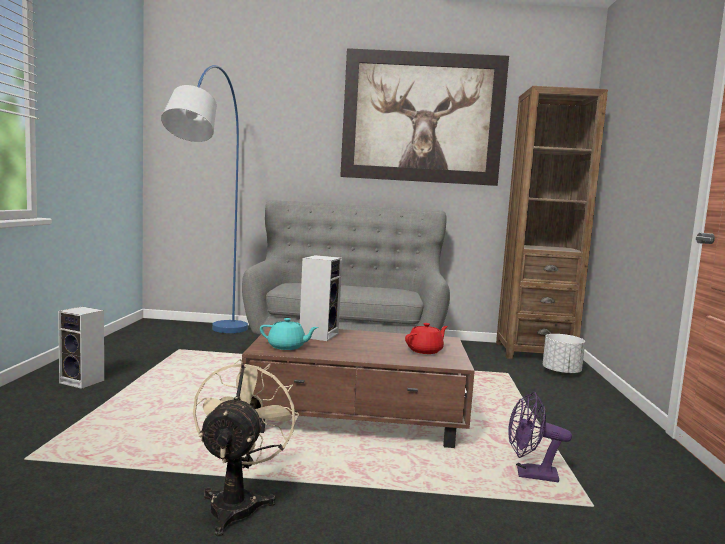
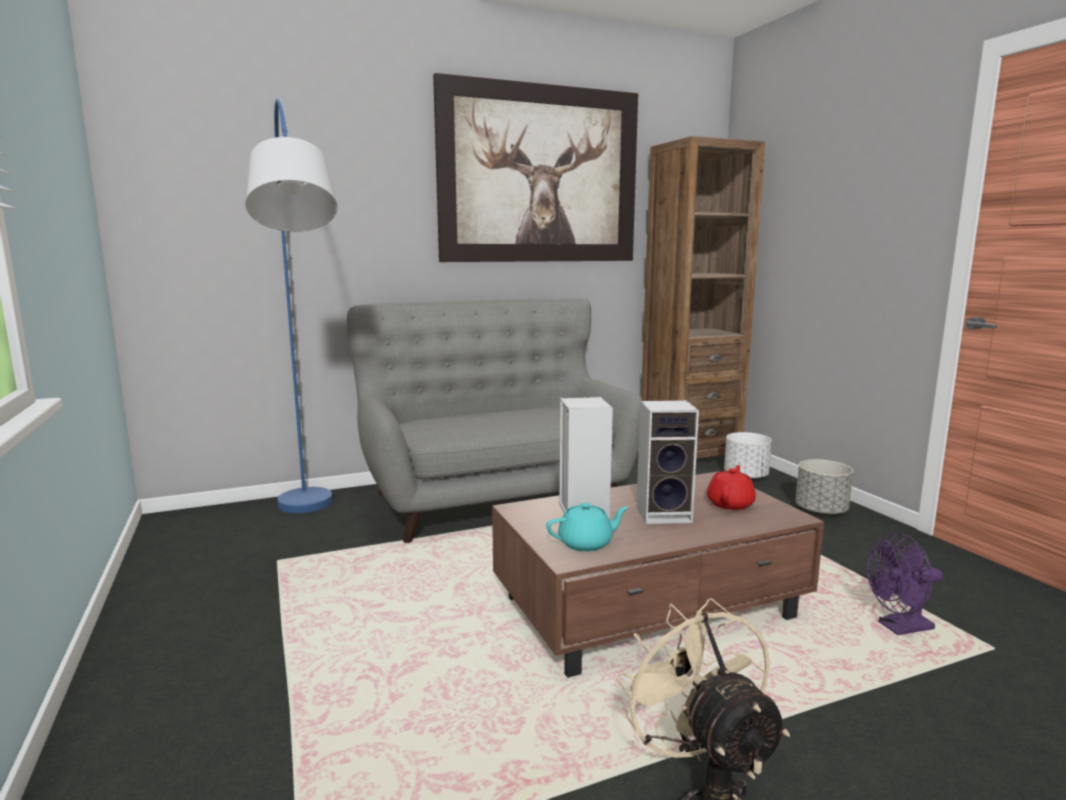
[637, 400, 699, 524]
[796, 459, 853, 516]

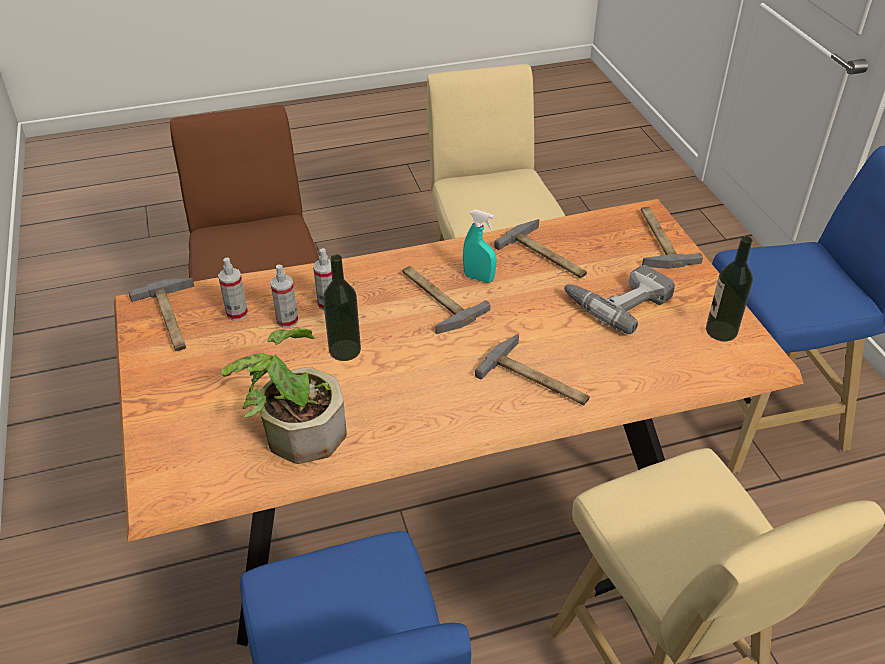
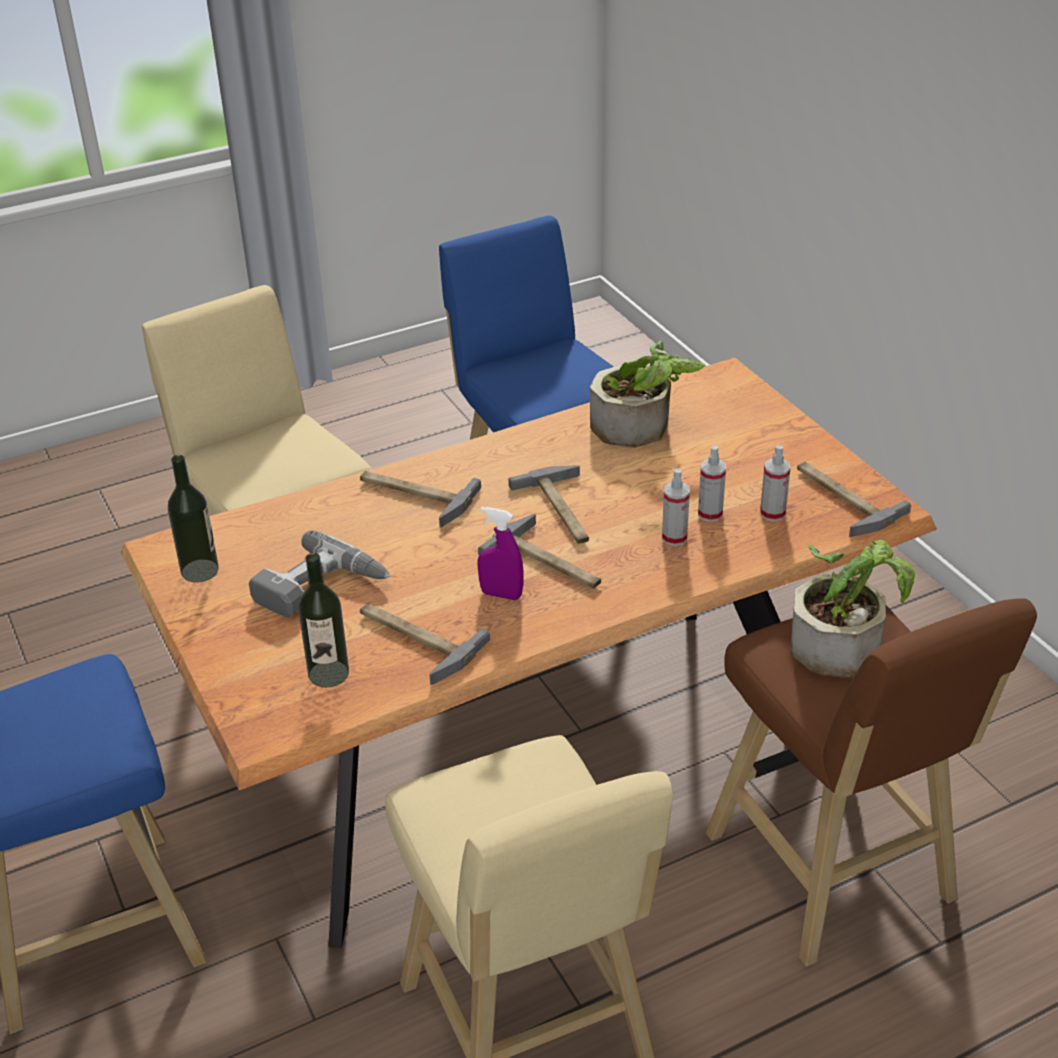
[298, 553, 349, 688]
[477, 507, 524, 600]
[508, 465, 589, 544]
[791, 540, 915, 678]

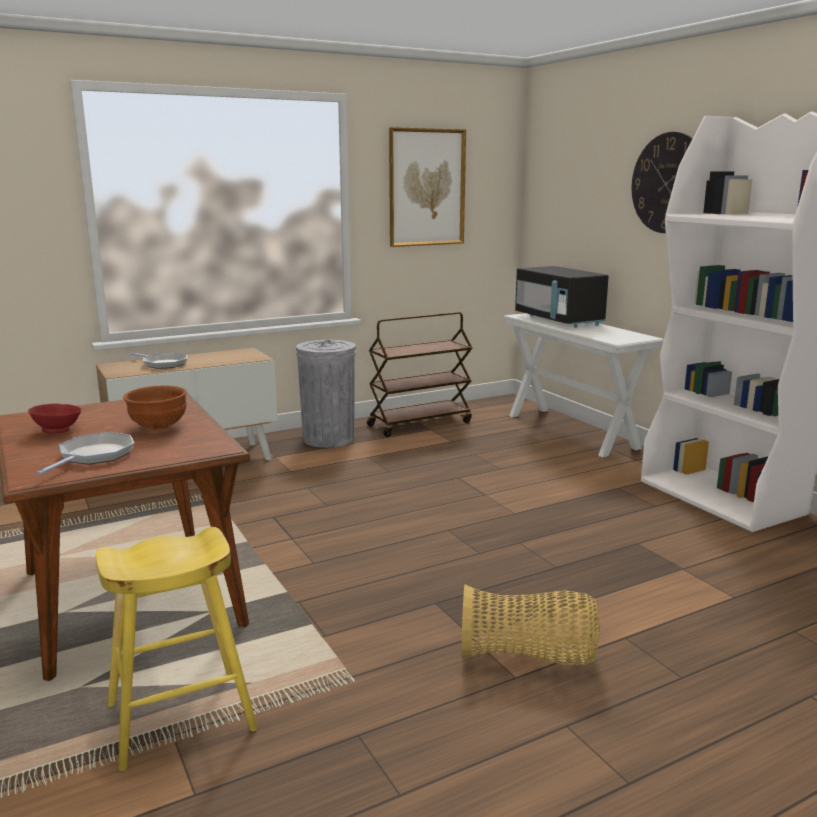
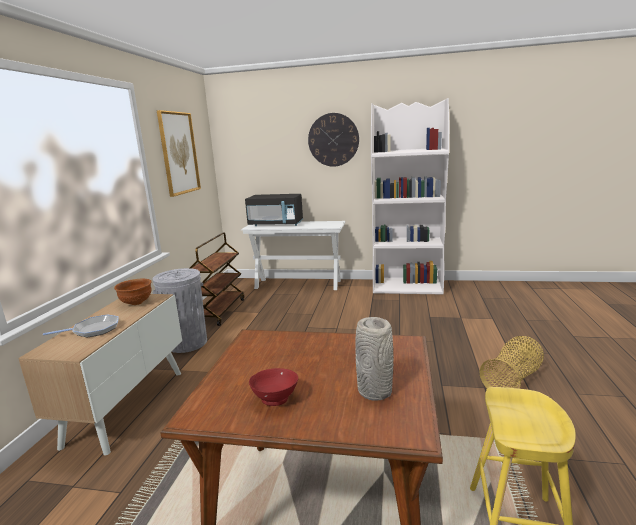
[114, 278, 152, 305]
[355, 317, 393, 401]

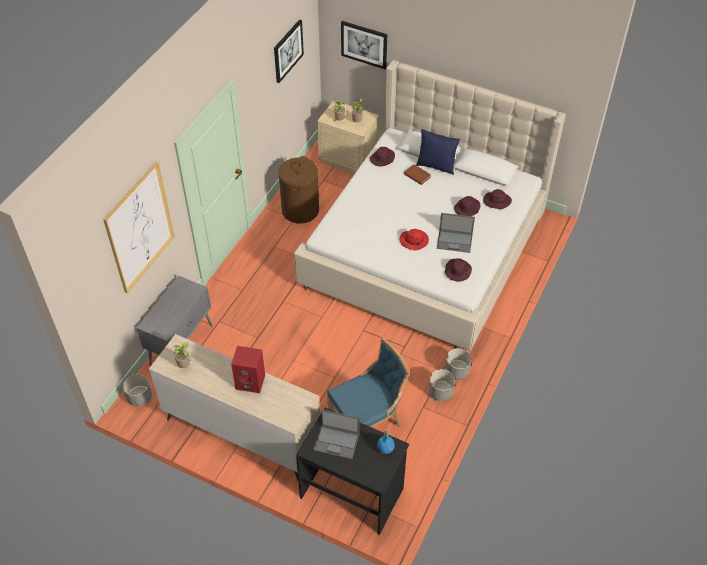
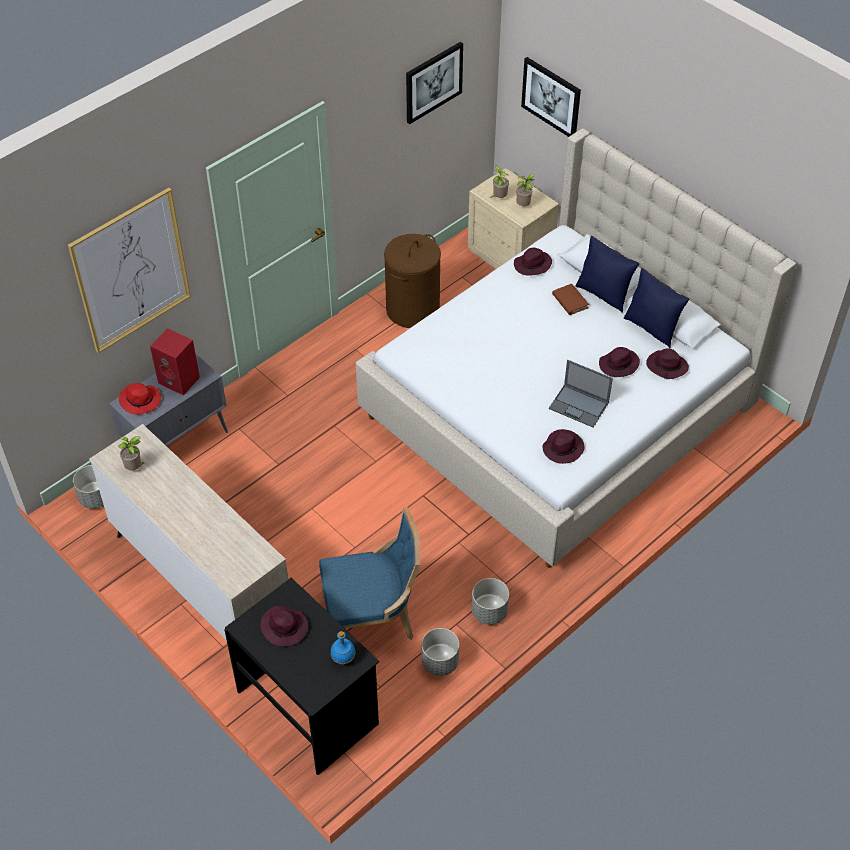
[119, 383, 161, 415]
[150, 328, 200, 395]
[260, 606, 308, 646]
[422, 628, 459, 676]
[624, 268, 690, 348]

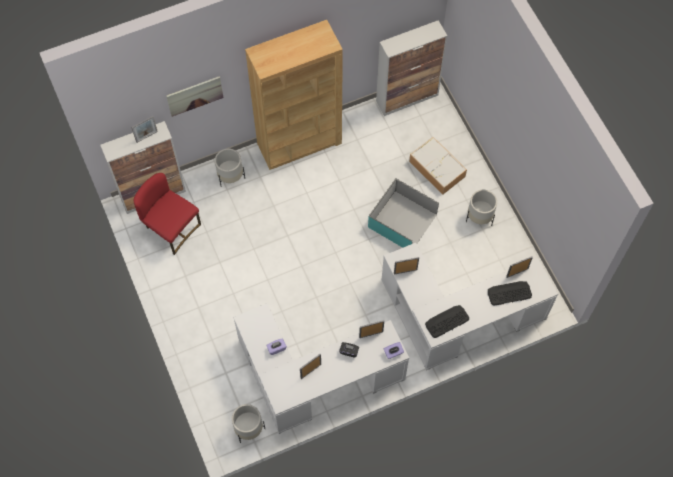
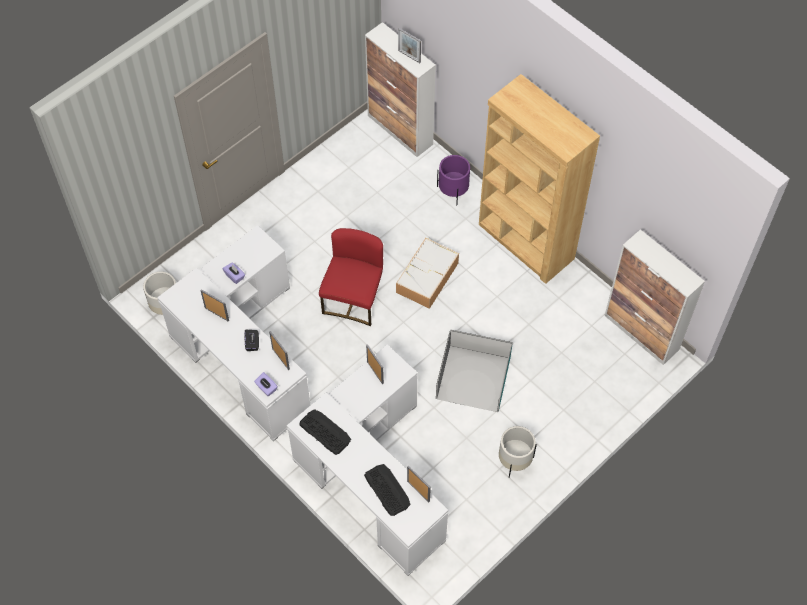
[319, 228, 383, 326]
[396, 238, 459, 309]
[437, 155, 470, 206]
[166, 76, 223, 117] (first image)

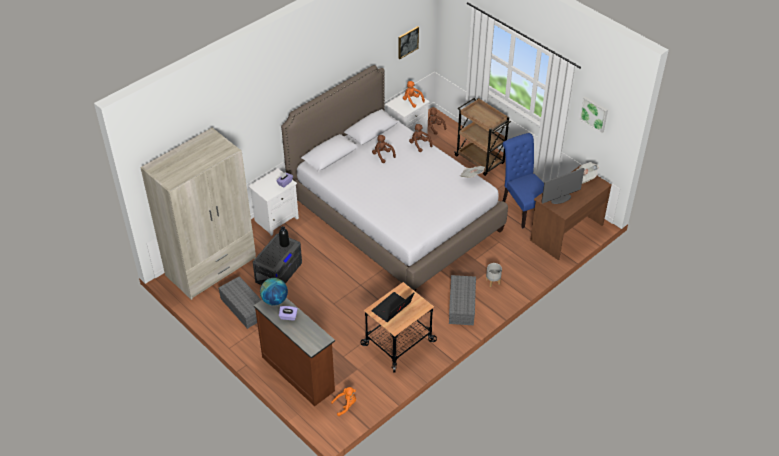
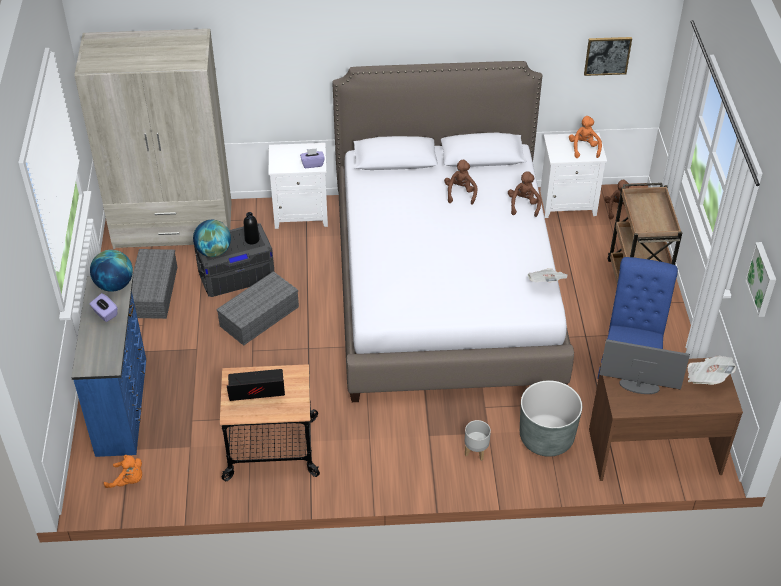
[71, 274, 146, 457]
[193, 220, 231, 257]
[216, 271, 299, 346]
[520, 380, 582, 457]

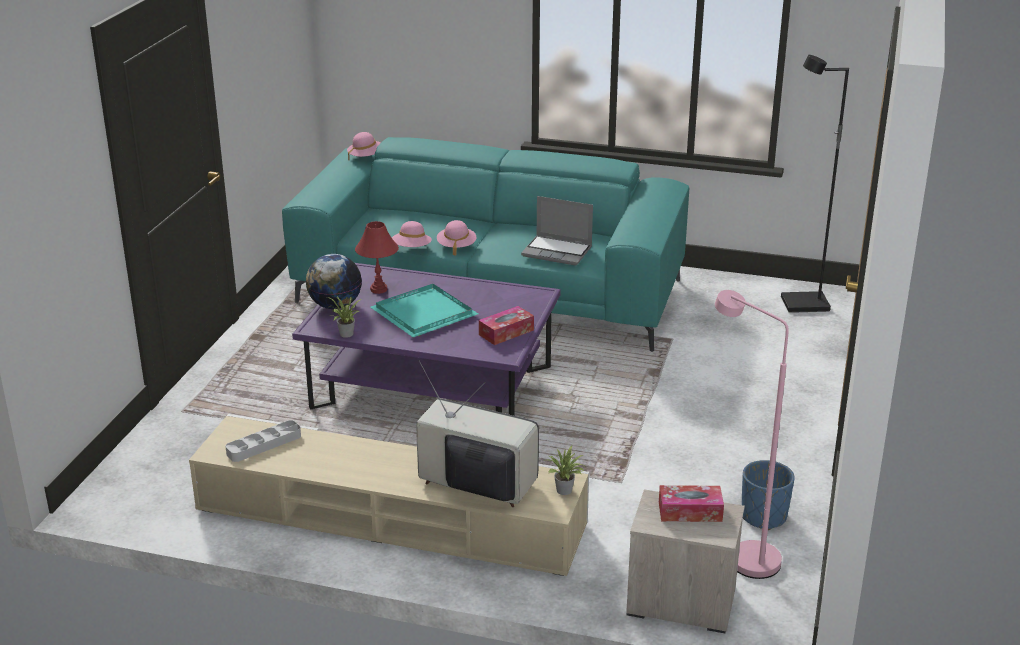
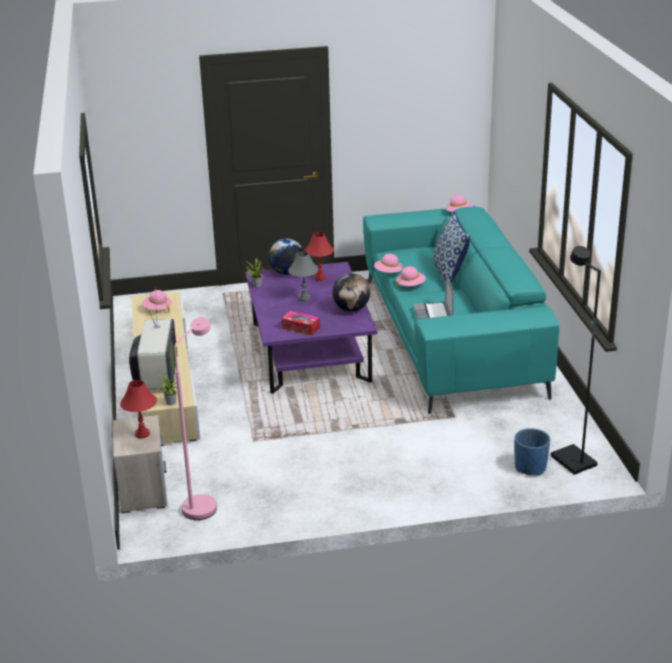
[120, 380, 157, 438]
[142, 290, 172, 313]
[288, 251, 318, 301]
[332, 273, 370, 312]
[433, 211, 470, 285]
[515, 428, 550, 476]

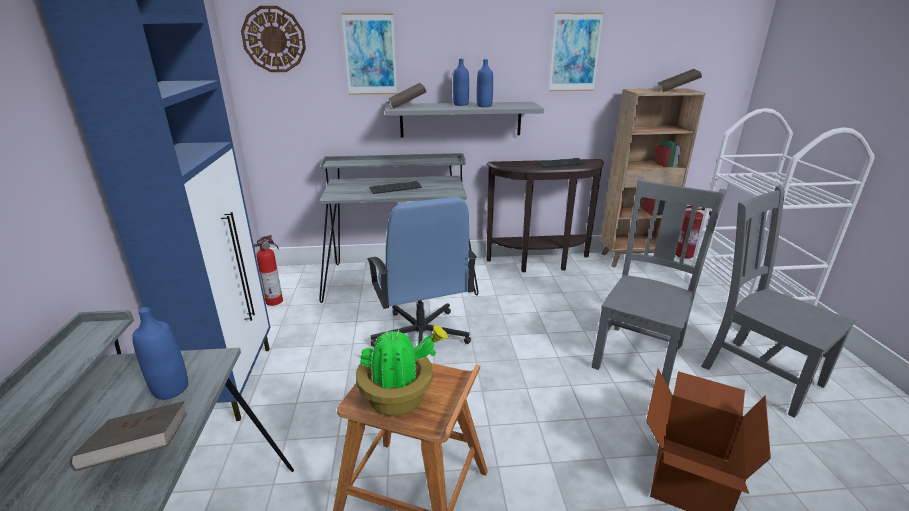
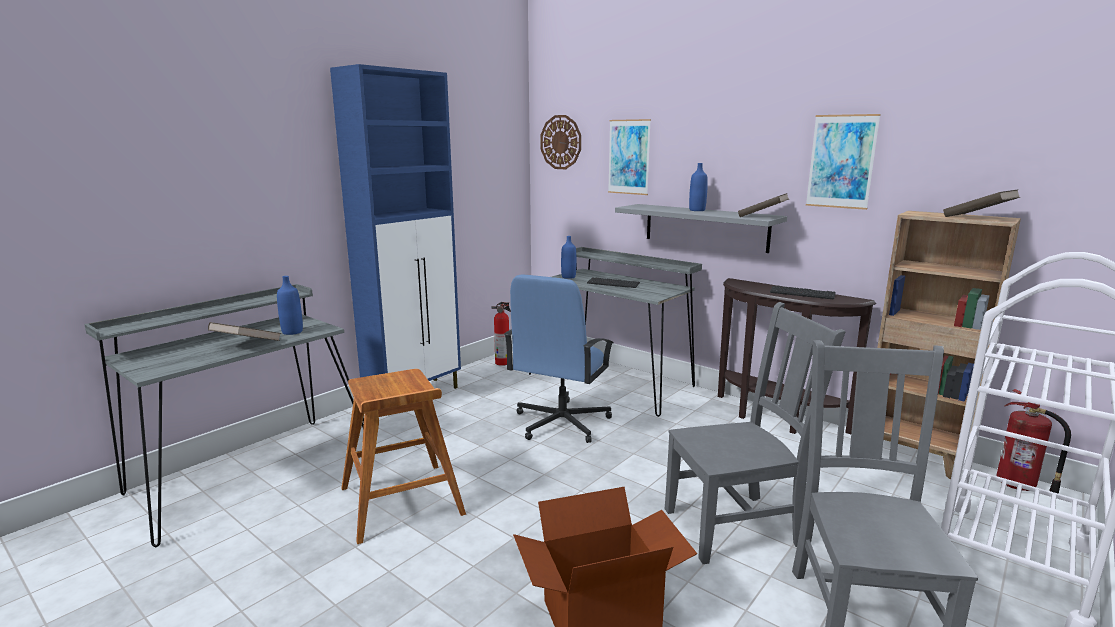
[561, 236, 576, 279]
[738, 193, 789, 217]
[356, 325, 449, 416] (first image)

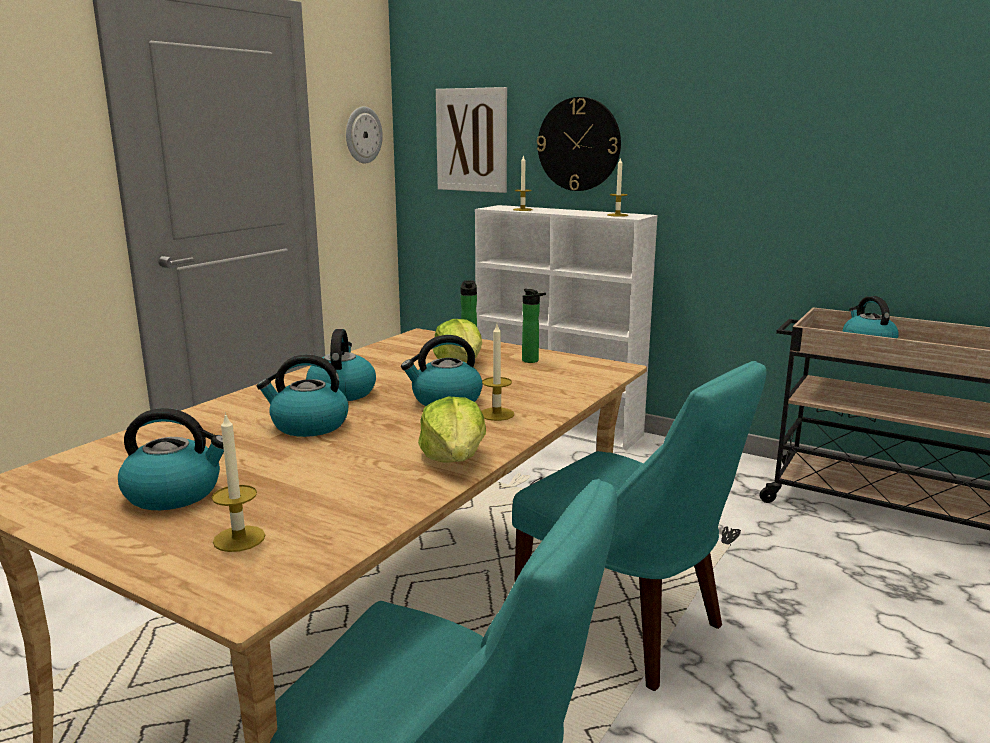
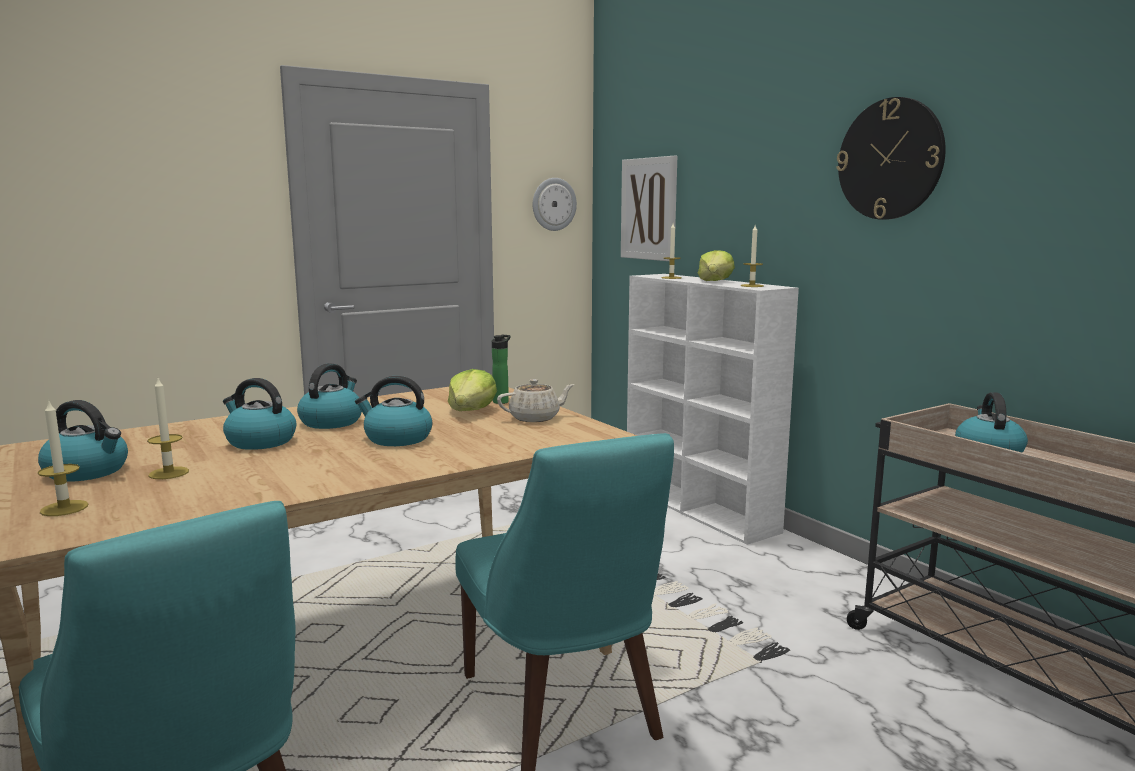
[147, 378, 189, 479]
[497, 379, 575, 422]
[698, 250, 735, 281]
[836, 97, 946, 220]

